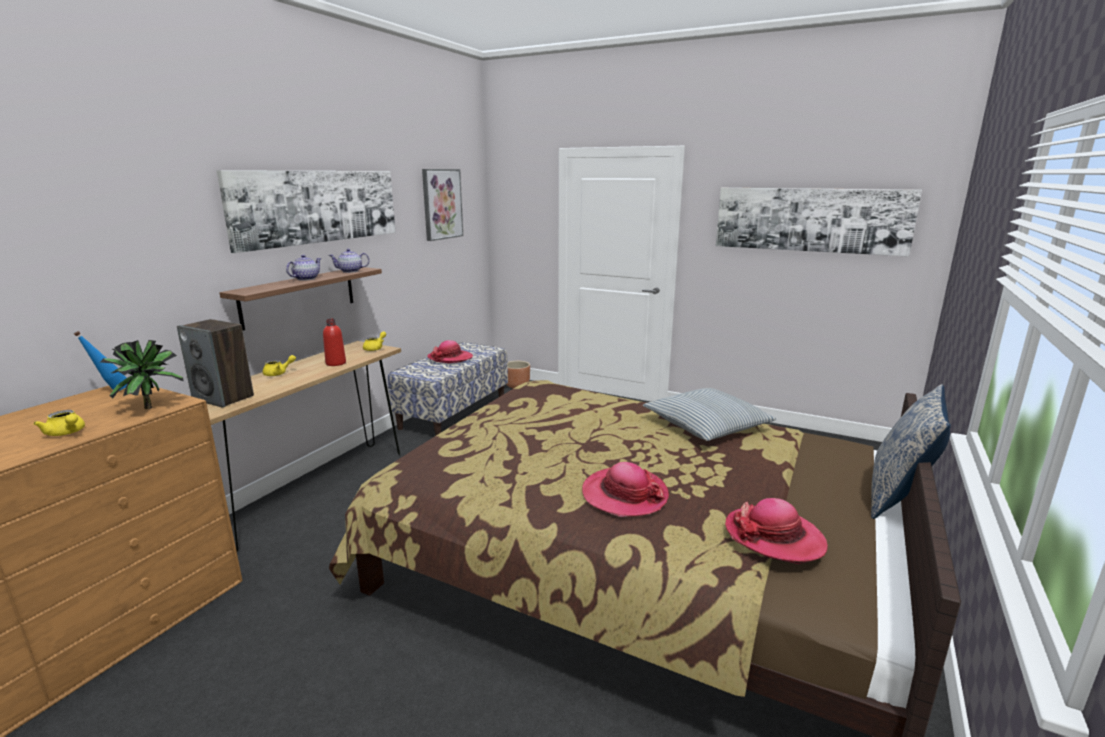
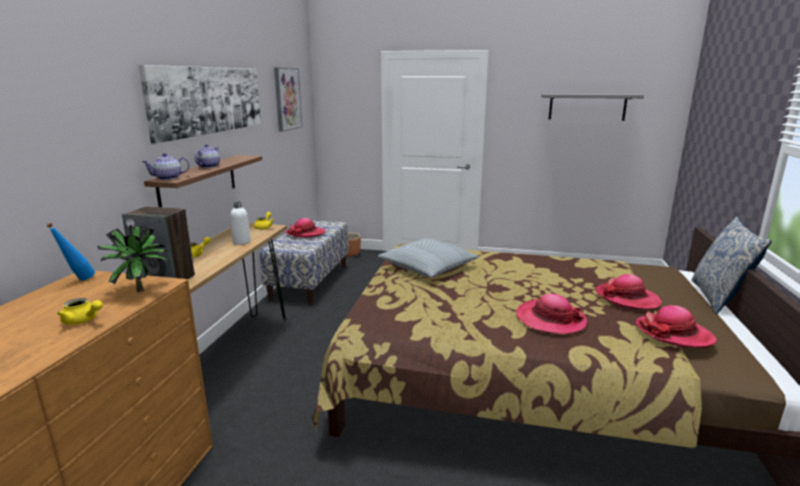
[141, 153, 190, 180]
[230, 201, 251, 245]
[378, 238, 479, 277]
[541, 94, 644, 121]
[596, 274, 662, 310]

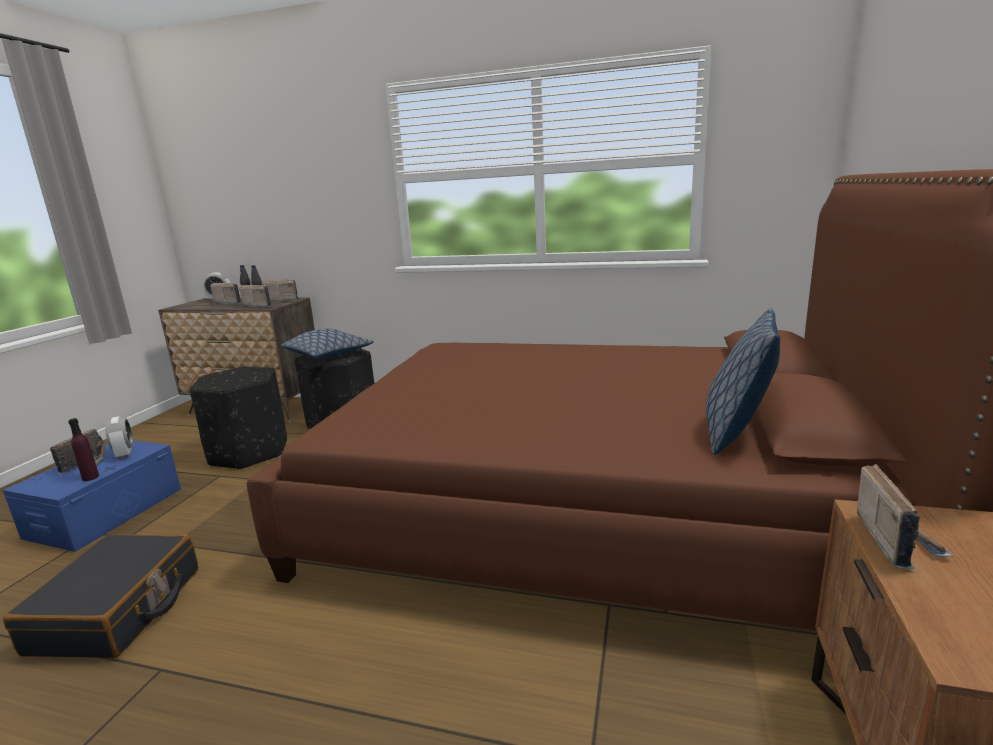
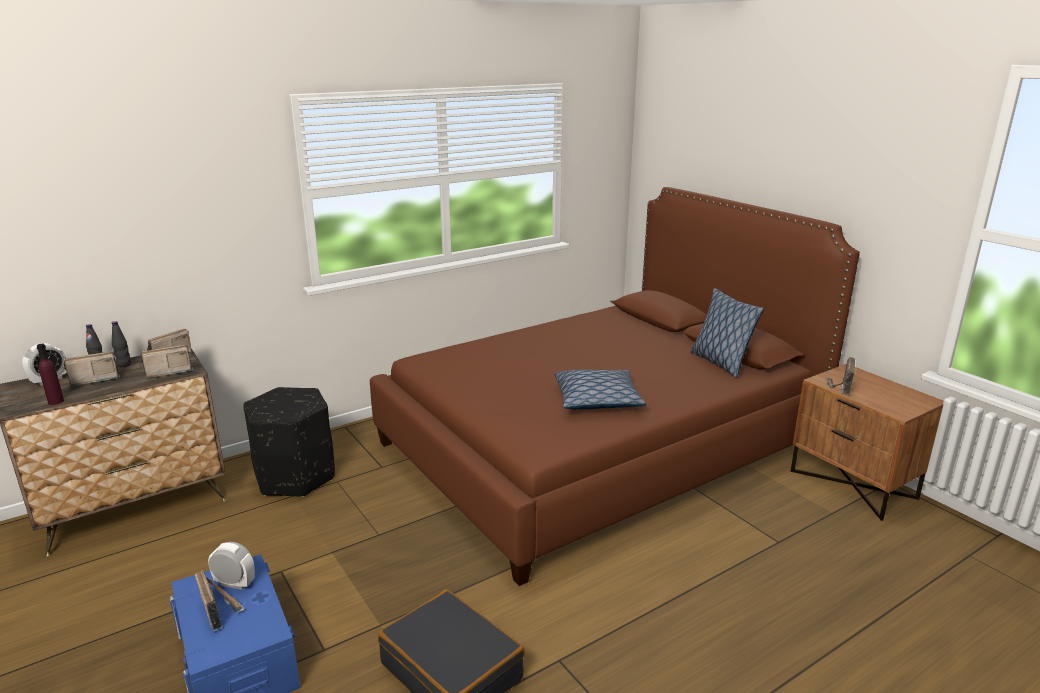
[37, 344, 64, 405]
[554, 369, 646, 410]
[825, 357, 855, 395]
[190, 366, 287, 470] (first image)

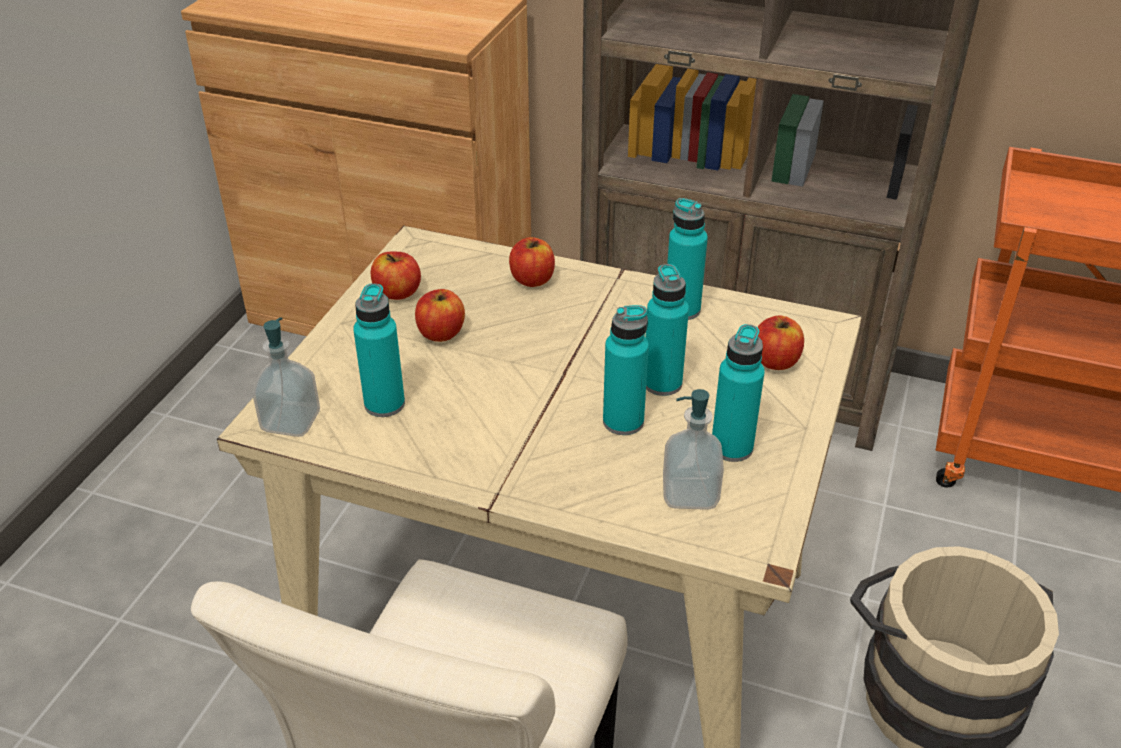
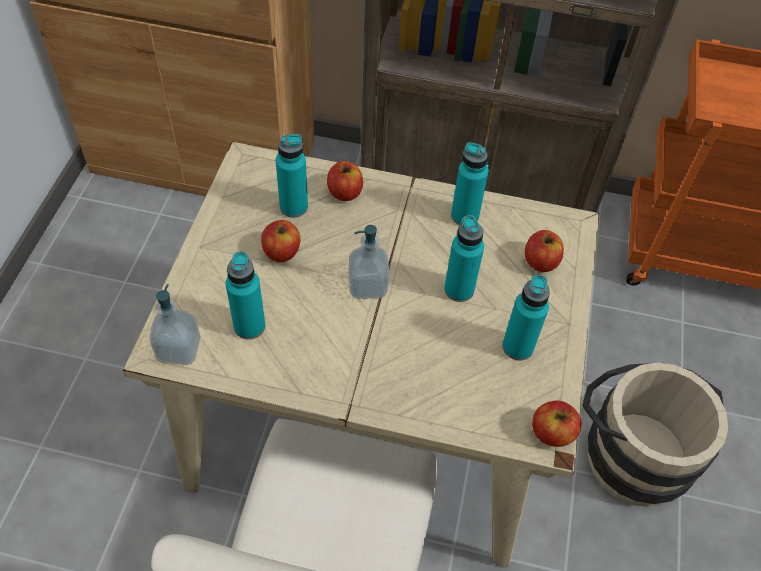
[276, 134, 308, 218]
[349, 225, 389, 299]
[532, 400, 581, 447]

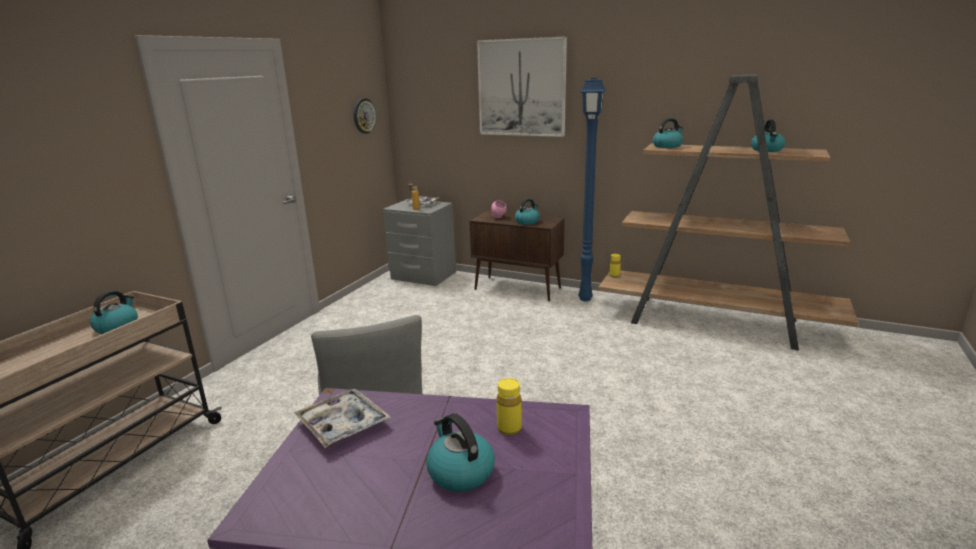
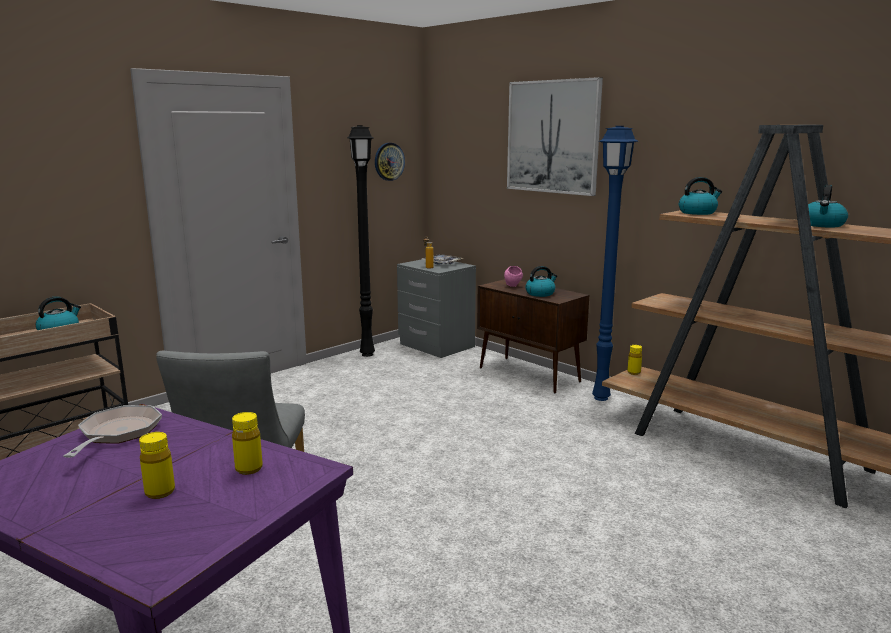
[64, 405, 162, 458]
[139, 432, 175, 499]
[347, 125, 375, 357]

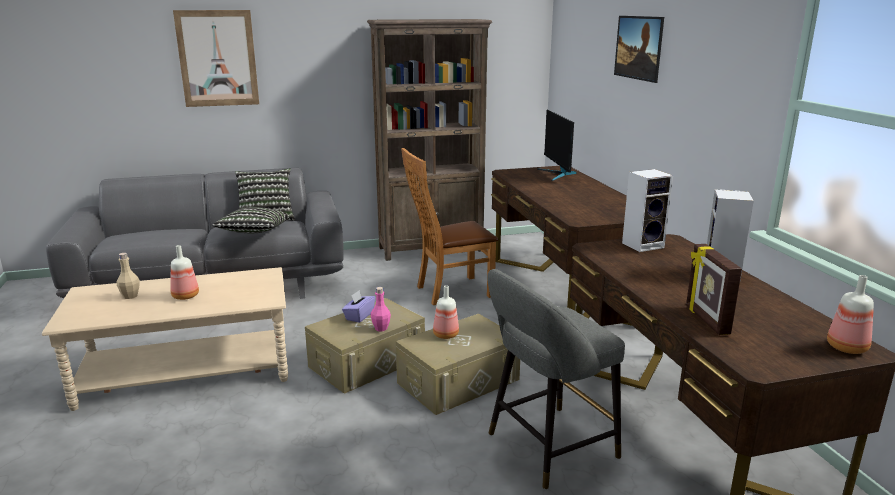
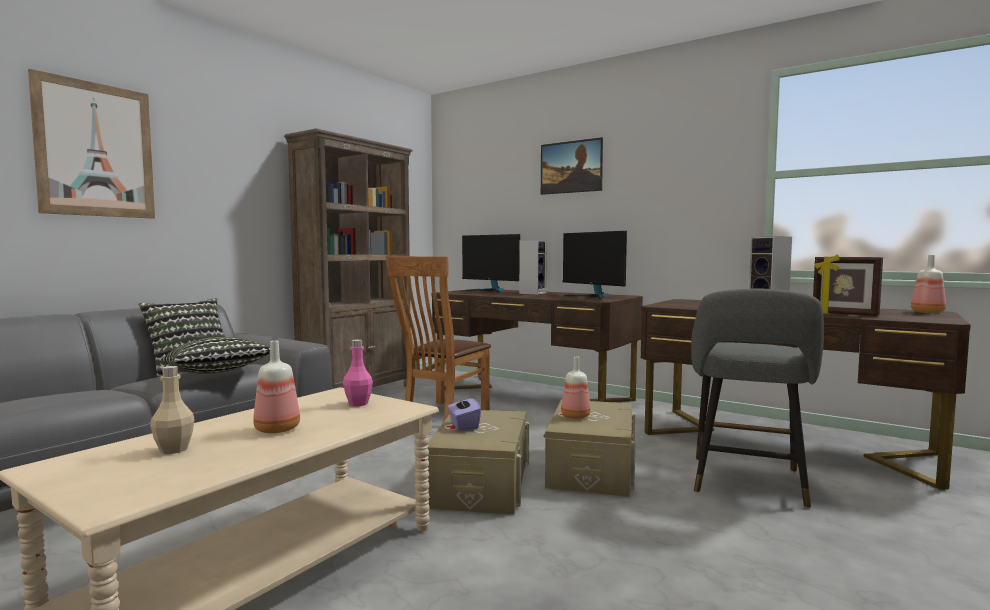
[343, 339, 373, 406]
[519, 240, 547, 294]
[563, 231, 627, 299]

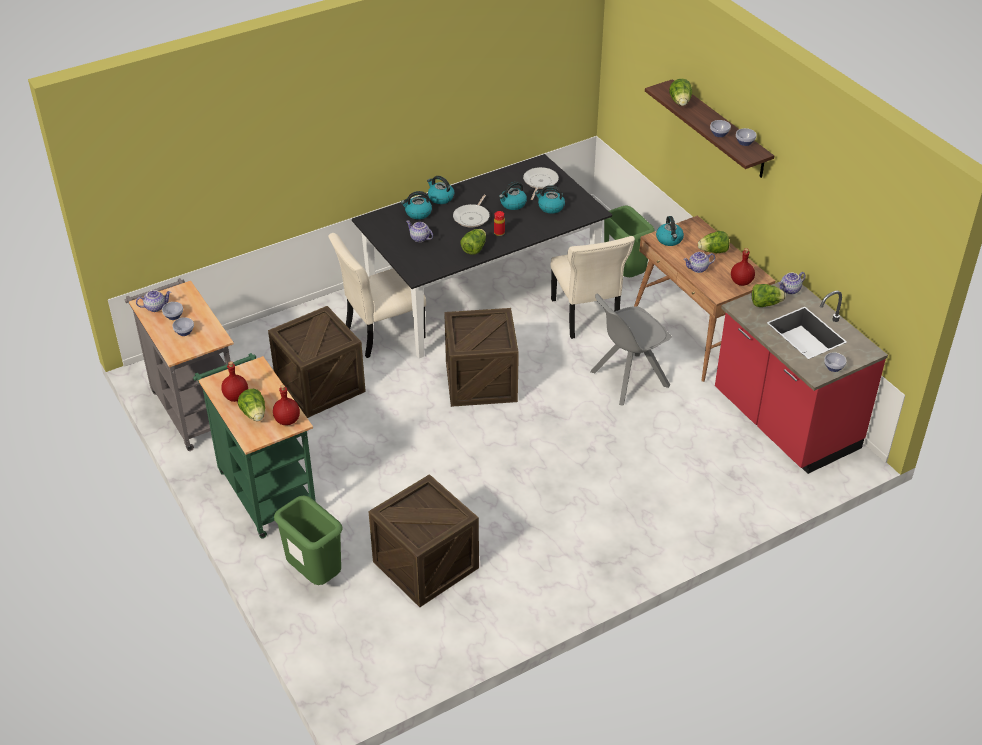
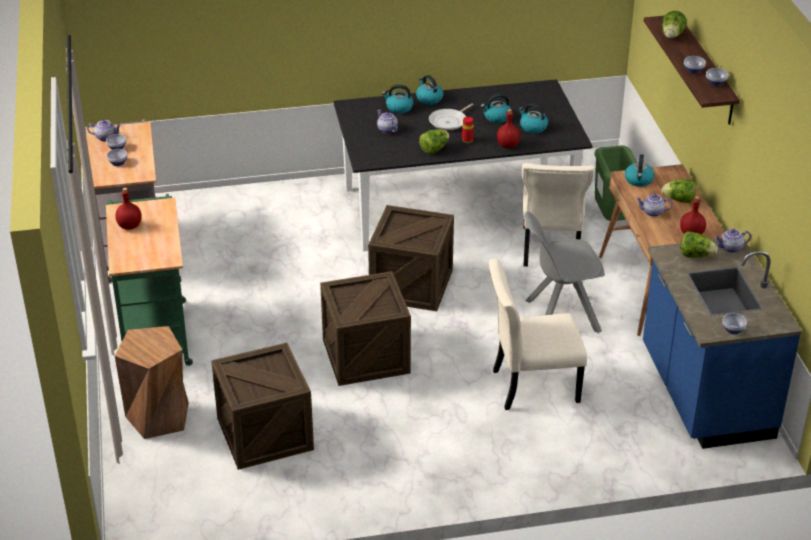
[115, 326, 189, 439]
[320, 271, 411, 386]
[489, 258, 587, 410]
[497, 109, 520, 148]
[643, 239, 802, 449]
[238, 389, 265, 421] (first image)
[523, 167, 559, 200] (first image)

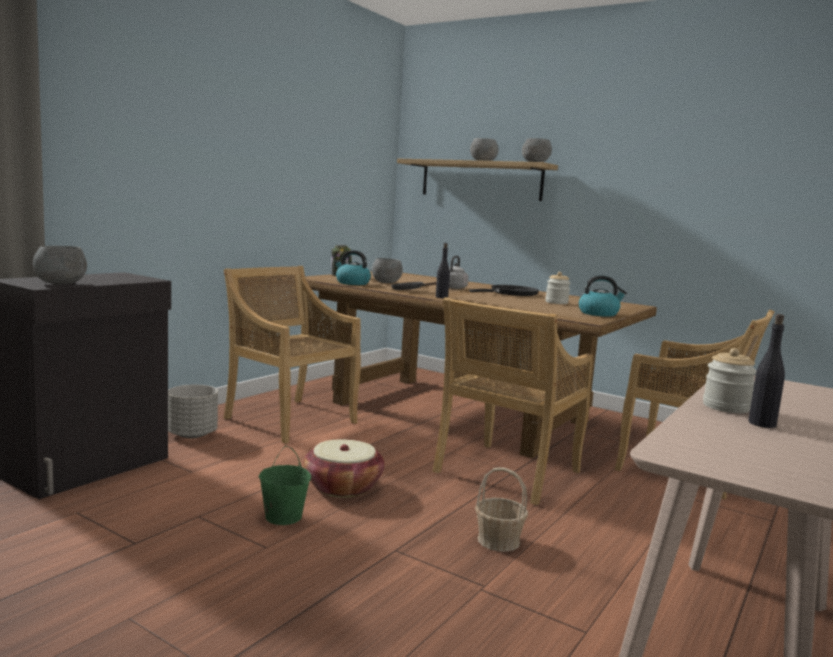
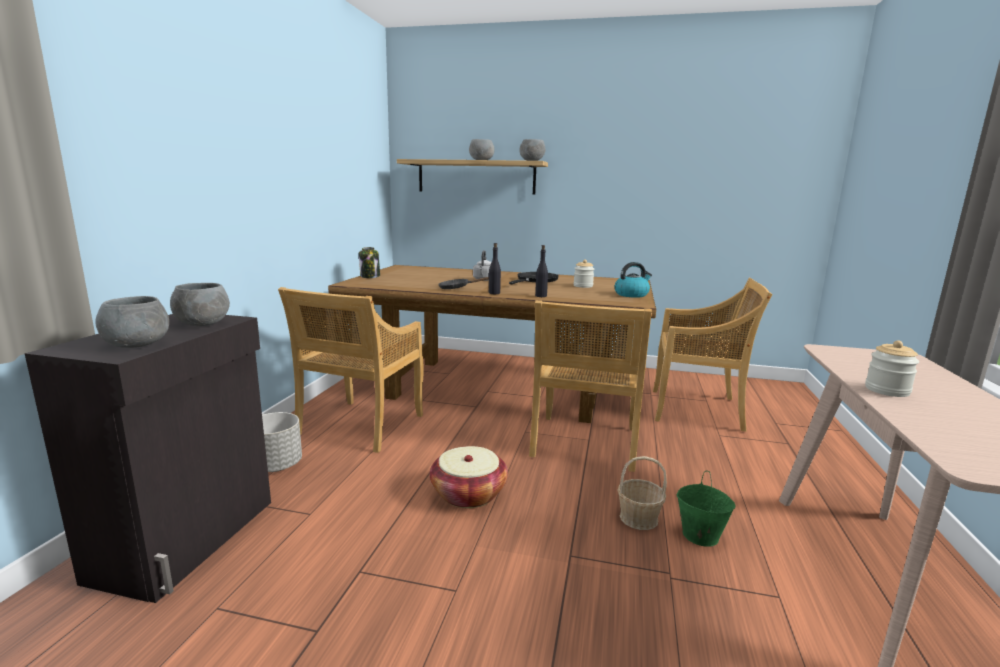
[170, 283, 230, 326]
[278, 287, 424, 453]
[535, 245, 548, 297]
[677, 471, 735, 547]
[335, 250, 371, 285] (first image)

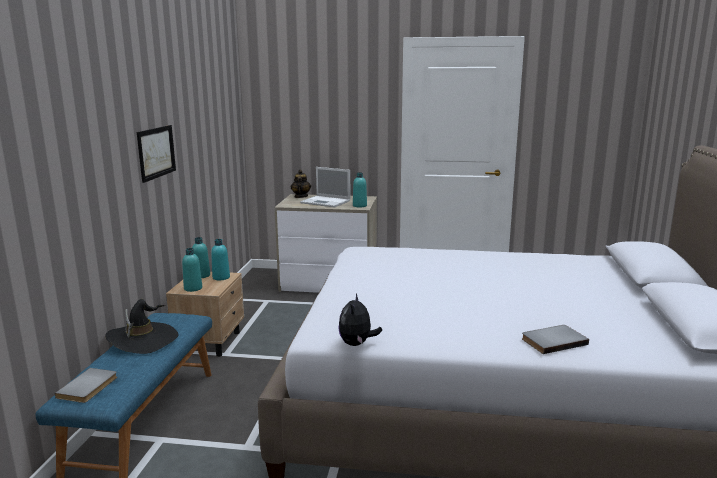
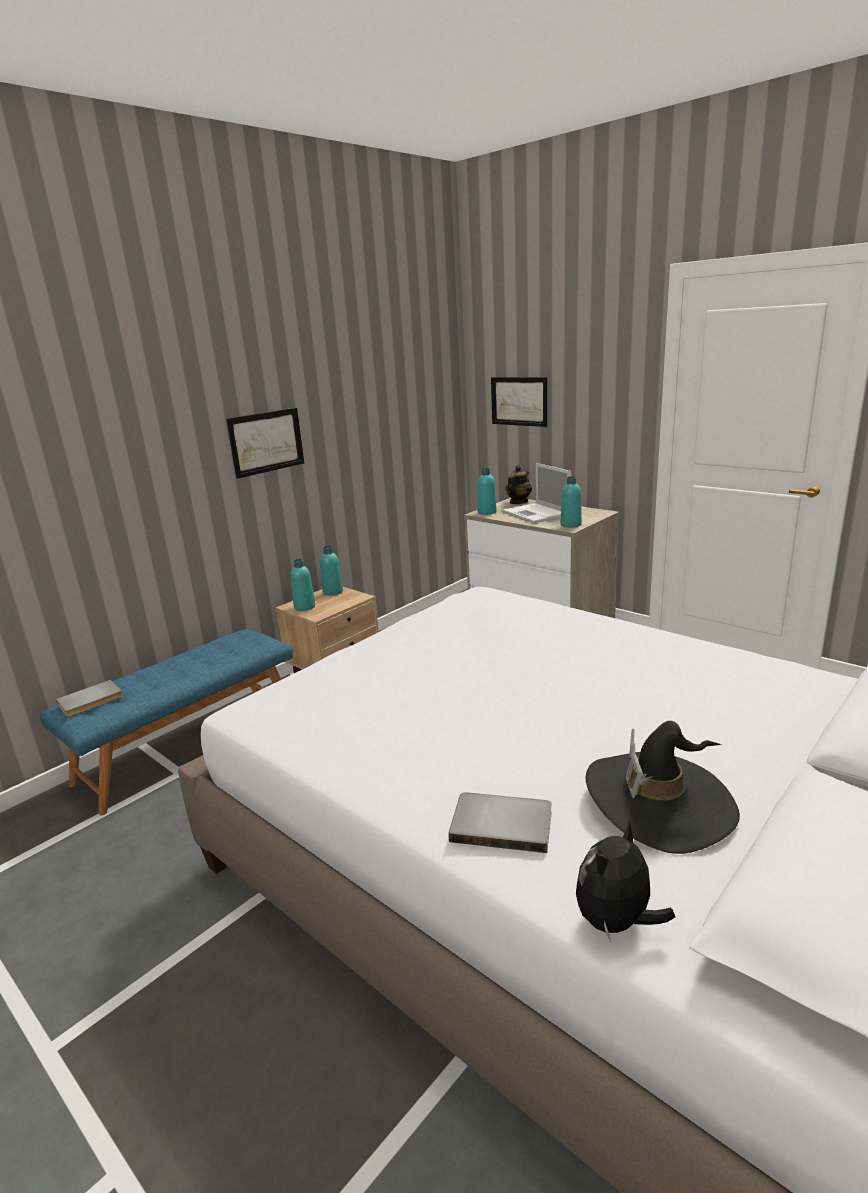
[477, 468, 497, 515]
[491, 377, 547, 427]
[576, 821, 675, 943]
[586, 721, 740, 854]

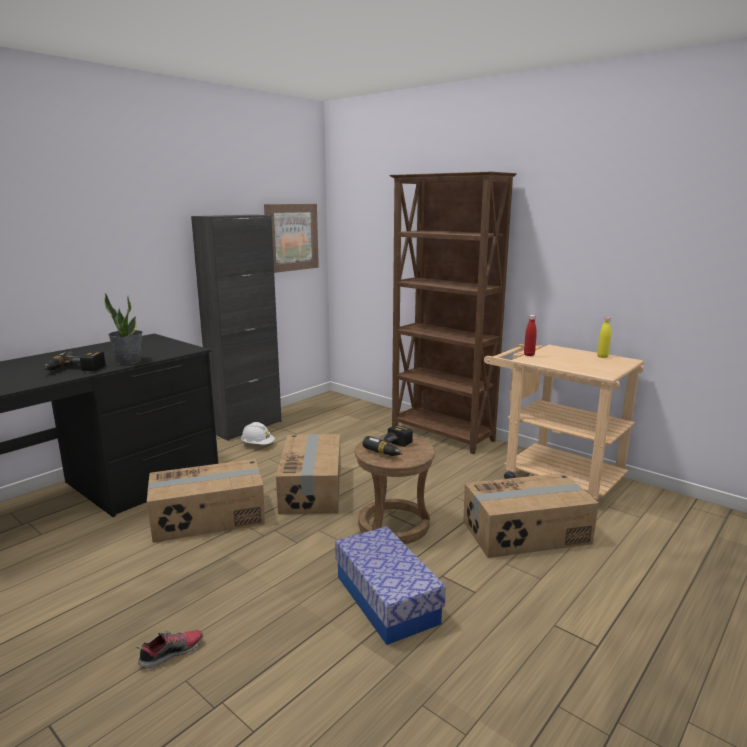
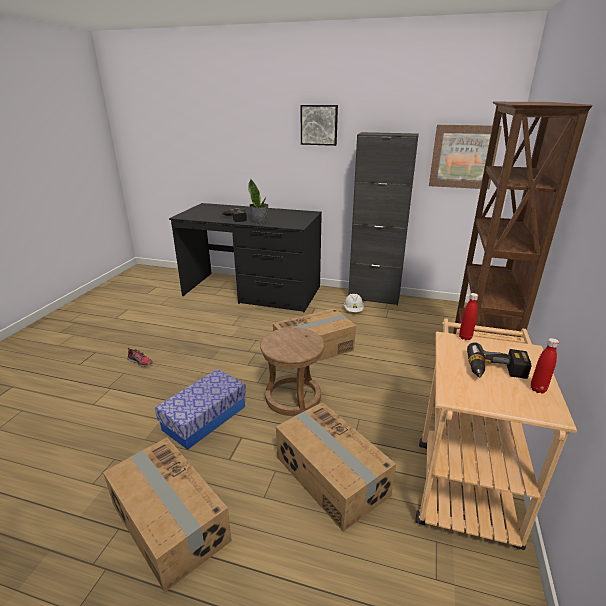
[103, 438, 232, 592]
[301, 105, 338, 146]
[467, 342, 531, 379]
[531, 338, 559, 393]

